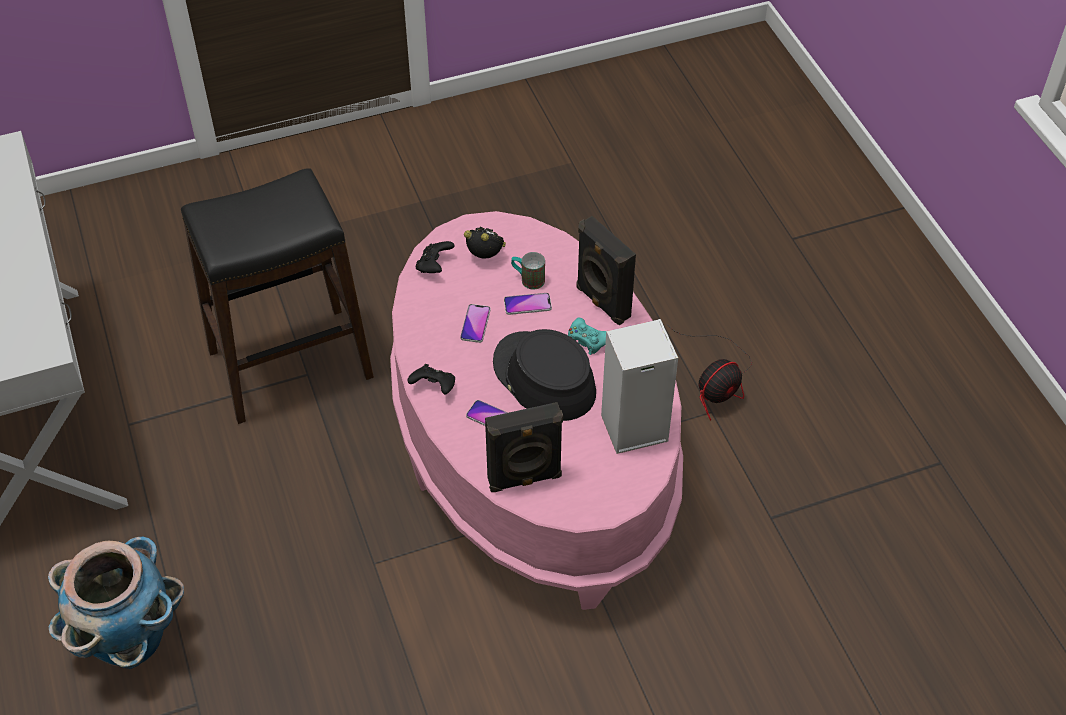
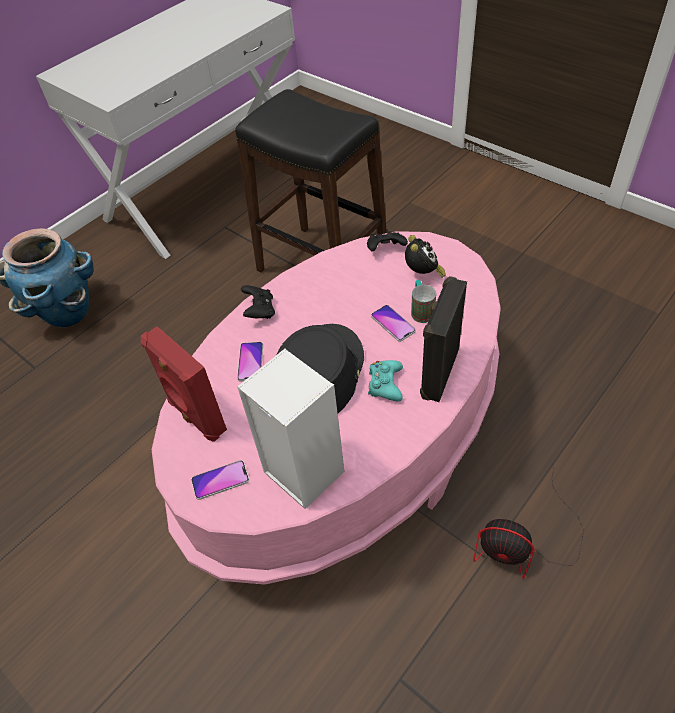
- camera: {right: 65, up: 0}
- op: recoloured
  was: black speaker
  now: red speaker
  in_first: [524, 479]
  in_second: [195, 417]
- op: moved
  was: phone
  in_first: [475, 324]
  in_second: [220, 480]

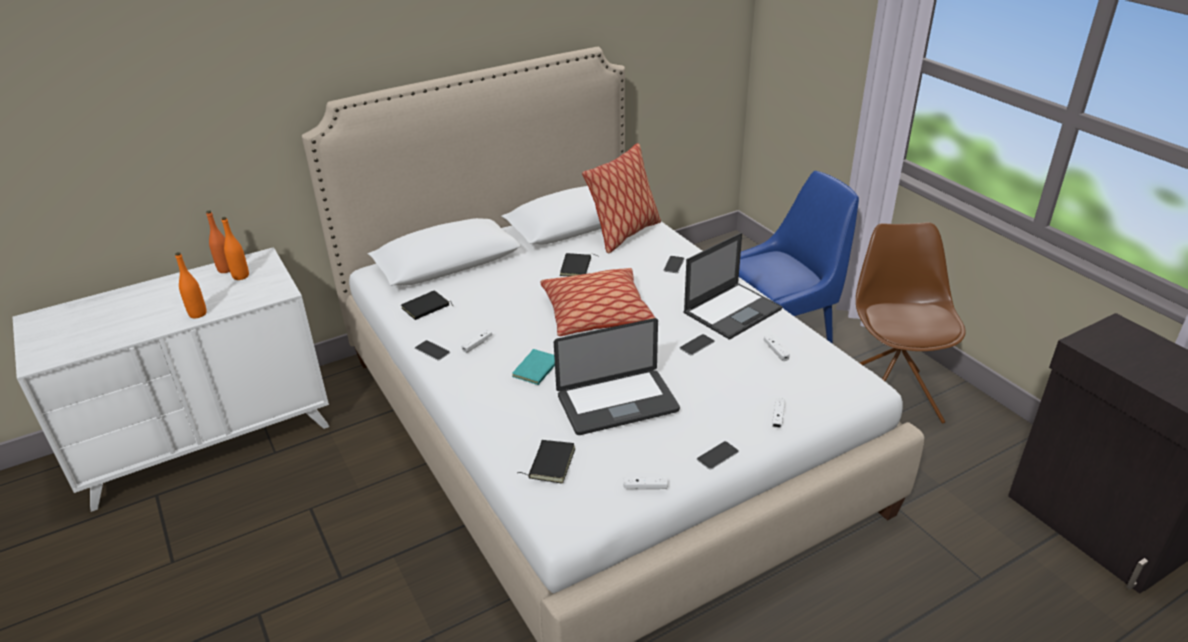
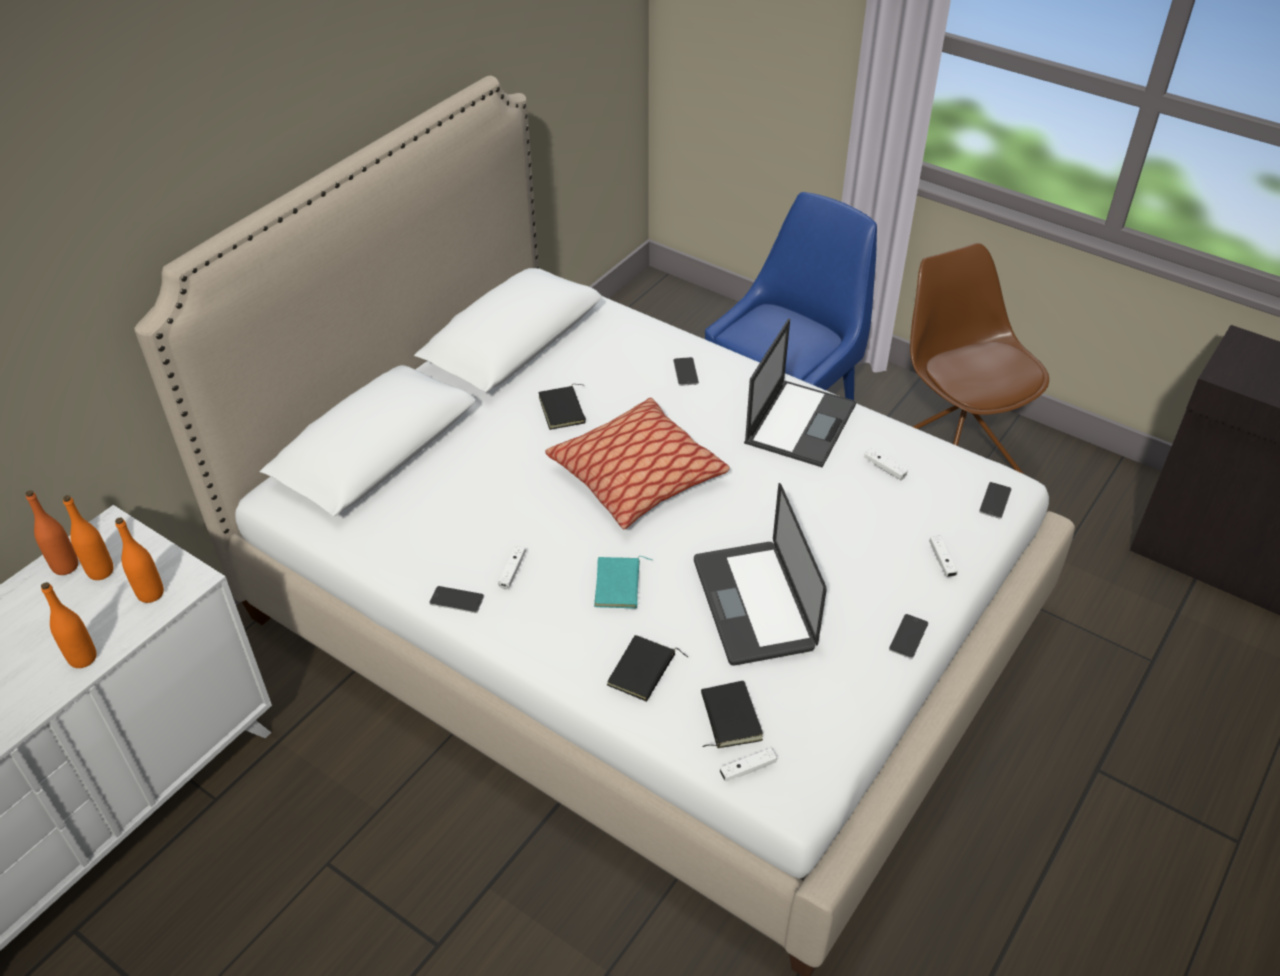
- camera: {right: -25, up: 10}
- op: added
  now: orange bottle
  in_second: [151, 593]
- op: moved
  was: black book
  in_first: [426, 308]
  in_second: [643, 672]
- op: turned
  was: laptop
  in_first: [617, 403]
  in_second: [753, 604]
  clockwise: 120
- op: moved
  was: white game controller
  in_first: [645, 487]
  in_second: [747, 769]
- op: moved
  was: phone
  in_first: [697, 345]
  in_second: [995, 500]
- op: removed
  was: pillow
  in_first: [624, 234]

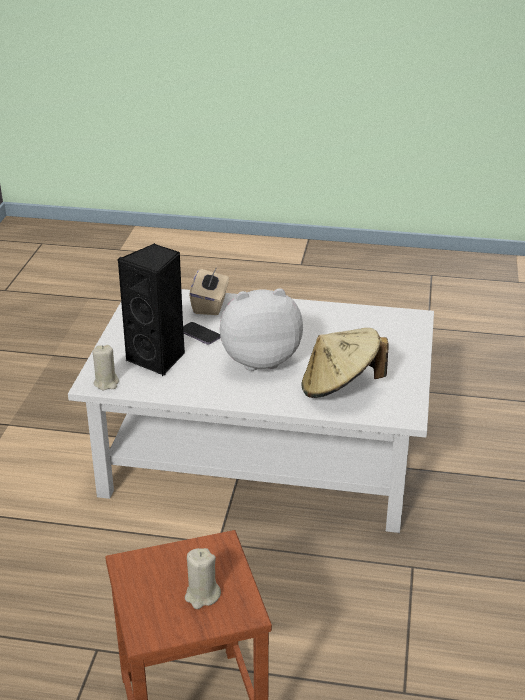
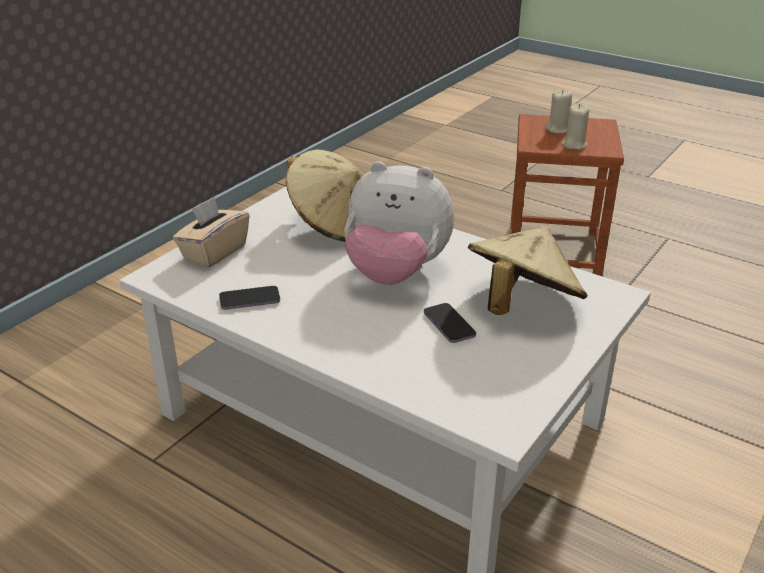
- camera: {right: -155, up: 0}
- op: moved
  was: beige tissue box
  in_first: [210, 305]
  in_second: [214, 252]
- op: added
  now: phone
  in_second: [249, 300]
- op: replaced
  was: black speaker
  now: beige hat
  in_first: [158, 359]
  in_second: [521, 305]
- op: moved
  was: beige candle
  in_first: [106, 383]
  in_second: [573, 145]

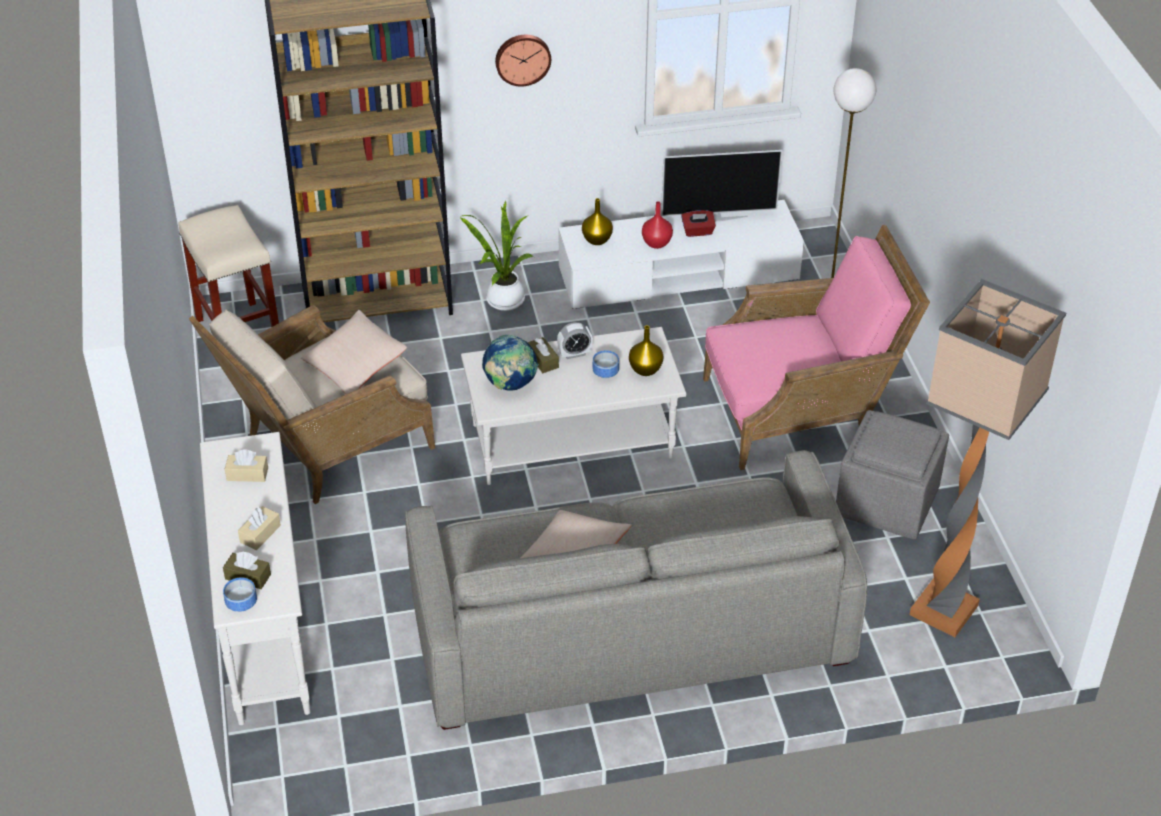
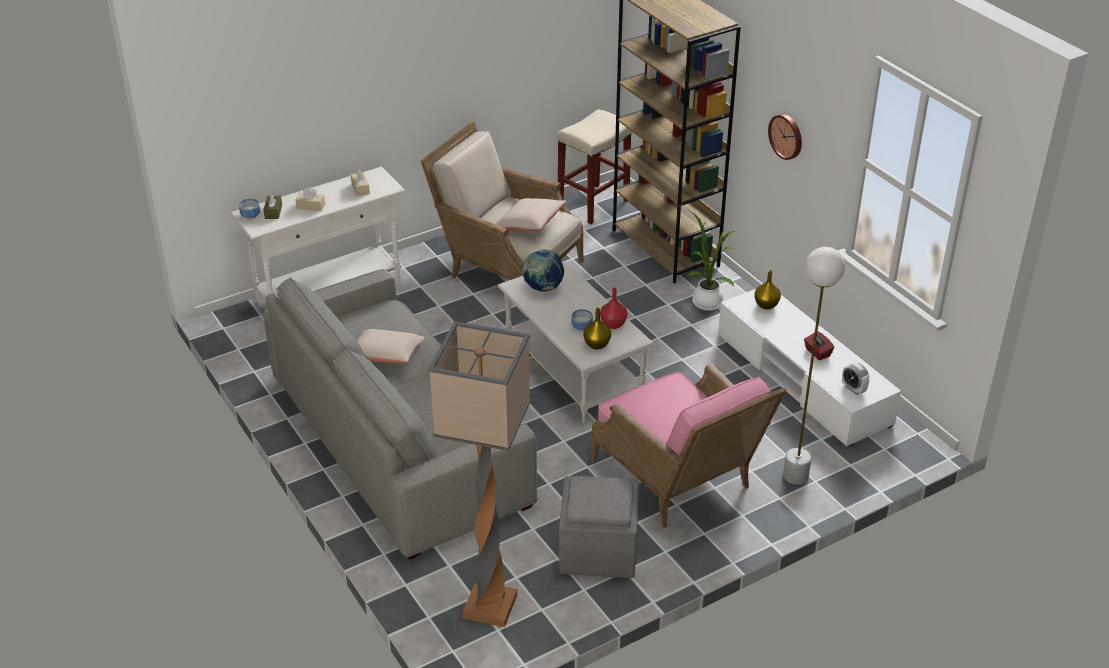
- camera: {right: 70, up: -5}
- op: moved
  was: red vase
  in_first: [656, 243]
  in_second: [613, 324]
- op: moved
  was: alarm clock
  in_first: [574, 354]
  in_second: [853, 389]
- op: removed
  was: brown tissue box
  in_first: [543, 360]
- op: removed
  was: television
  in_first: [717, 217]

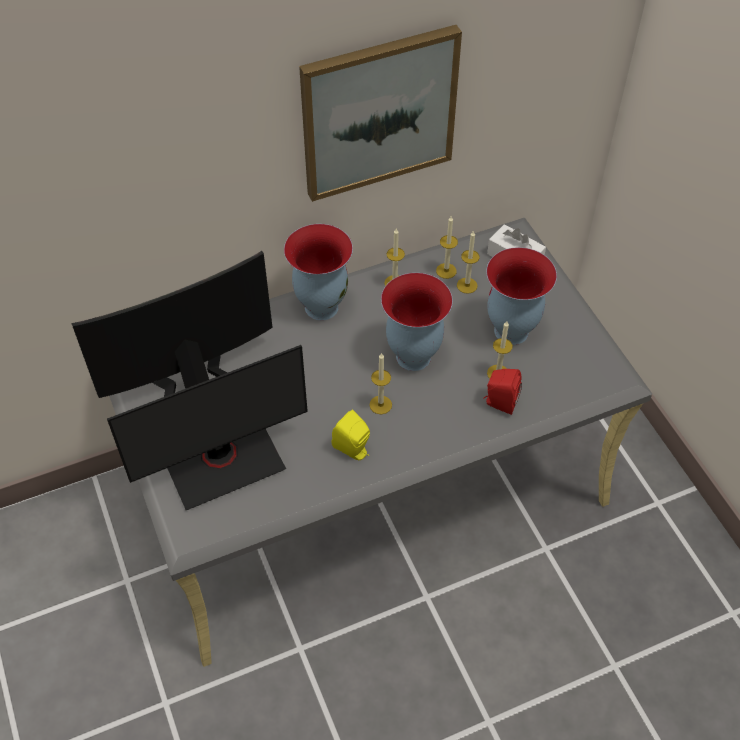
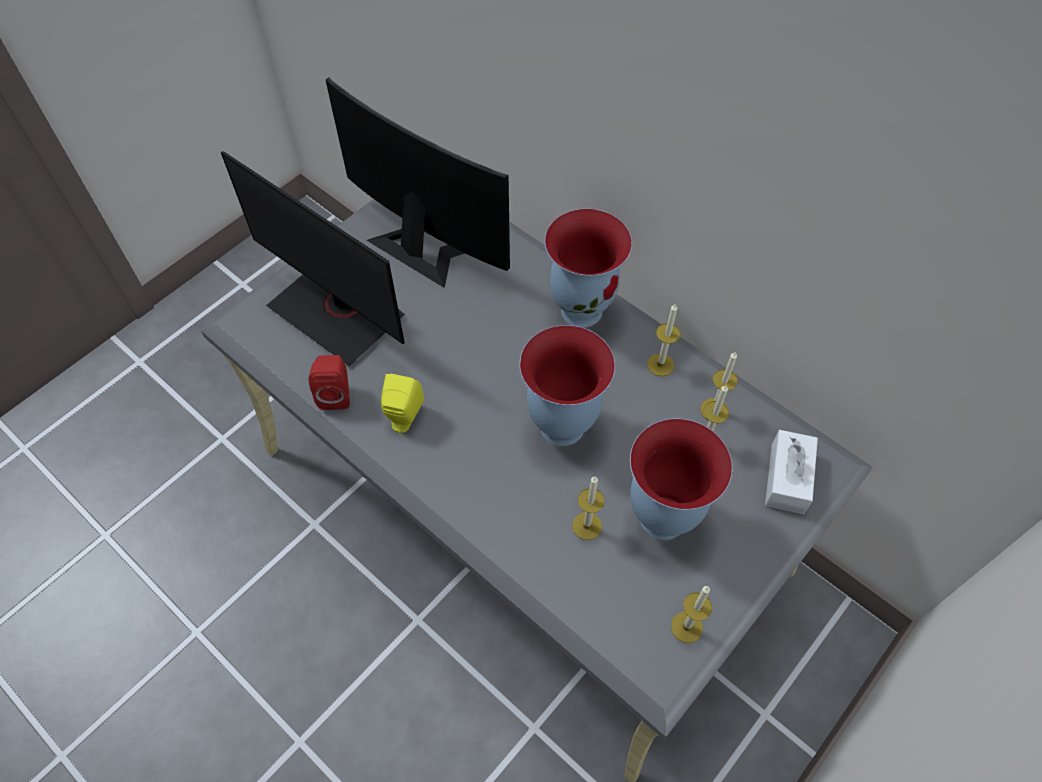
- camera: {right: 65, up: 5}
- op: moved
  was: red speaker
  in_first: [499, 403]
  in_second: [336, 394]
- op: moved
  was: candle
  in_first: [380, 405]
  in_second: [686, 627]
- op: removed
  was: picture
  in_first: [378, 112]

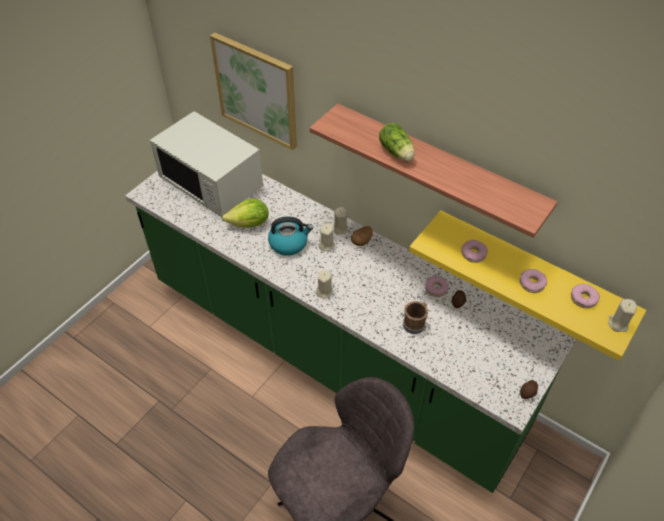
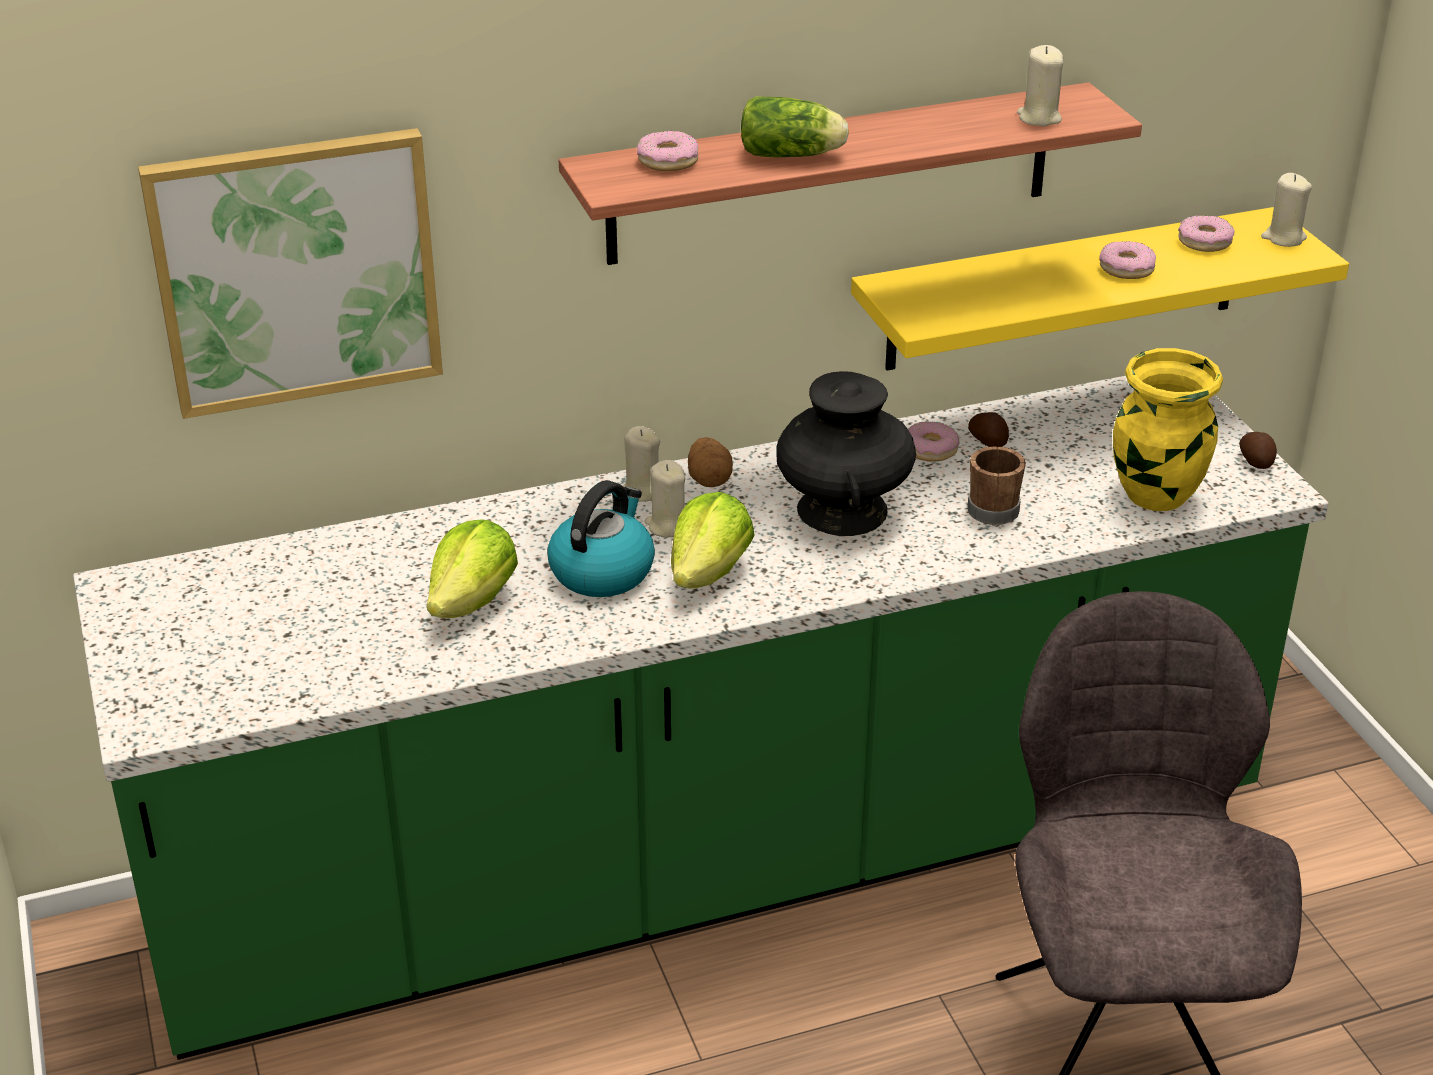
- camera: {right: -55, up: -15}
- op: moved
  was: donut
  in_first: [473, 254]
  in_second: [668, 161]
- op: added
  now: lettuce
  in_second: [709, 573]
- op: added
  now: black vase
  in_second: [842, 510]
- op: moved
  was: beige candle
  in_first: [324, 291]
  in_second: [1039, 118]
- op: added
  now: yellow vase
  in_second: [1155, 495]
- op: removed
  was: white microwave
  in_first: [212, 184]

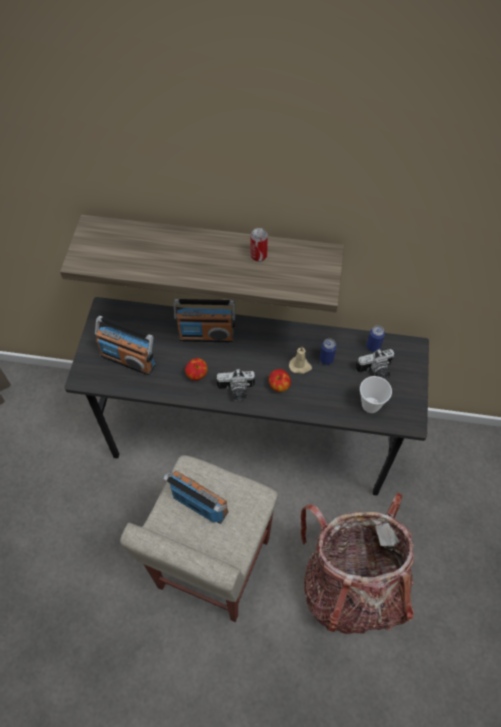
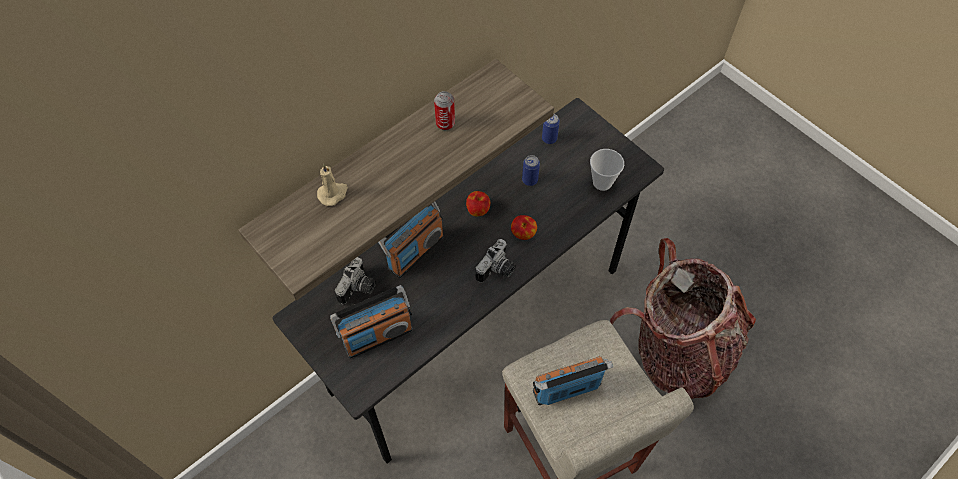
- camera: {right: -50, up: 0}
- op: moved
  was: beige candle
  in_first: [300, 366]
  in_second: [333, 193]
- op: moved
  was: photo camera
  in_first: [376, 372]
  in_second: [359, 289]
- op: moved
  was: apple
  in_first: [197, 375]
  in_second: [478, 210]

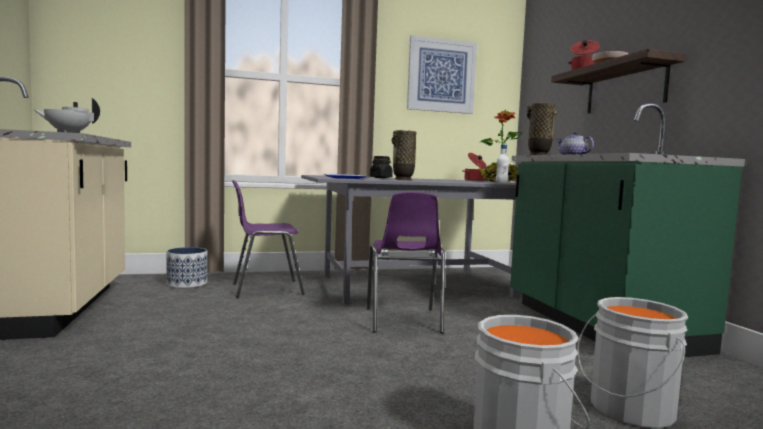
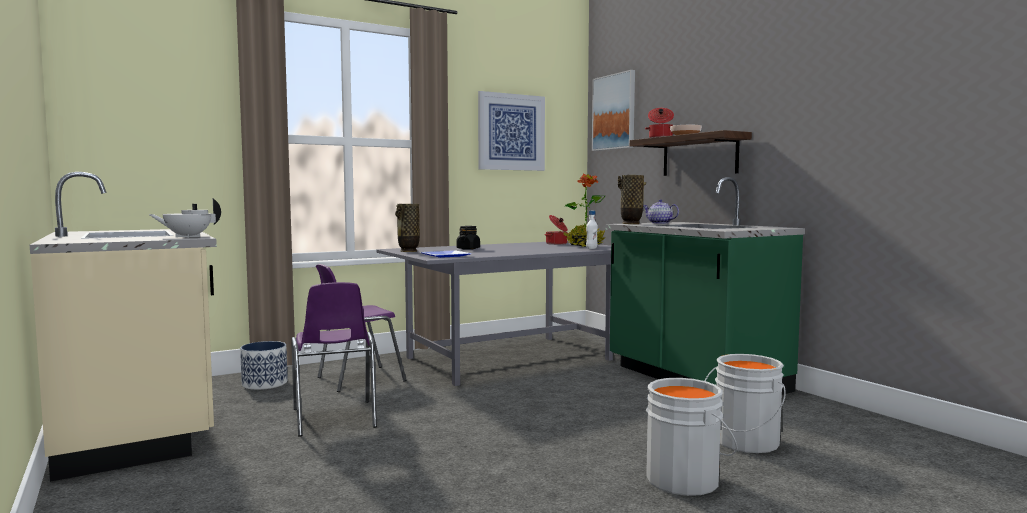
- camera: {right: -15, up: 0}
- op: moved
  was: purple chair
  in_first: [403, 321]
  in_second: [334, 419]
- op: moved
  was: vase
  in_first: [402, 180]
  in_second: [408, 251]
- op: added
  now: picture
  in_second: [614, 112]

